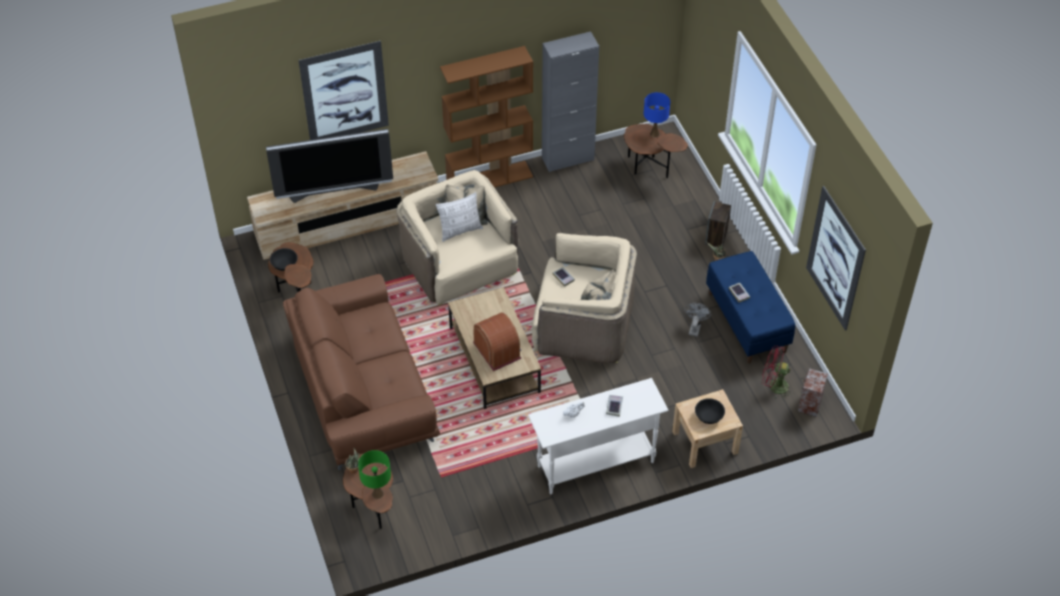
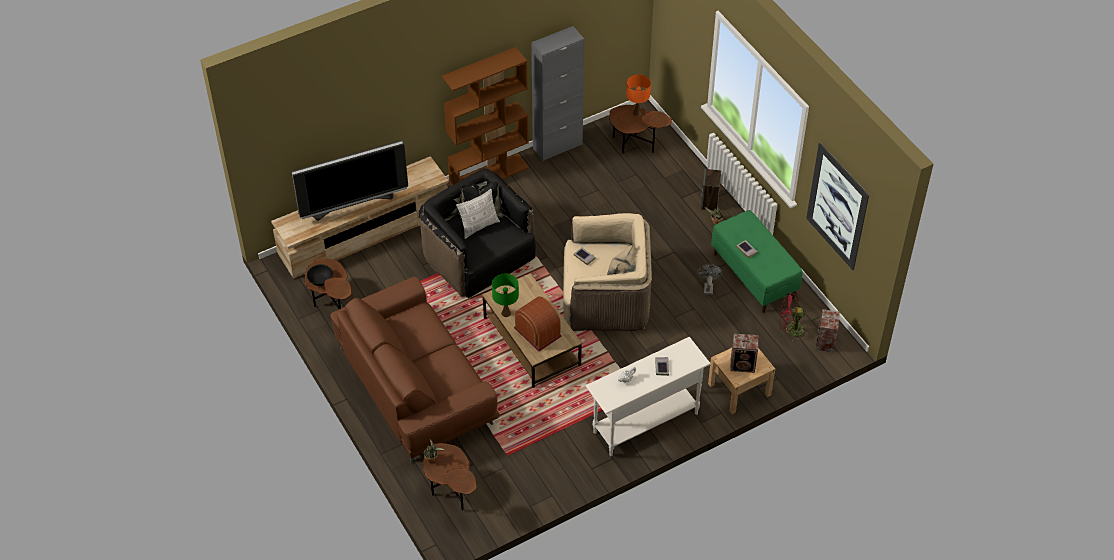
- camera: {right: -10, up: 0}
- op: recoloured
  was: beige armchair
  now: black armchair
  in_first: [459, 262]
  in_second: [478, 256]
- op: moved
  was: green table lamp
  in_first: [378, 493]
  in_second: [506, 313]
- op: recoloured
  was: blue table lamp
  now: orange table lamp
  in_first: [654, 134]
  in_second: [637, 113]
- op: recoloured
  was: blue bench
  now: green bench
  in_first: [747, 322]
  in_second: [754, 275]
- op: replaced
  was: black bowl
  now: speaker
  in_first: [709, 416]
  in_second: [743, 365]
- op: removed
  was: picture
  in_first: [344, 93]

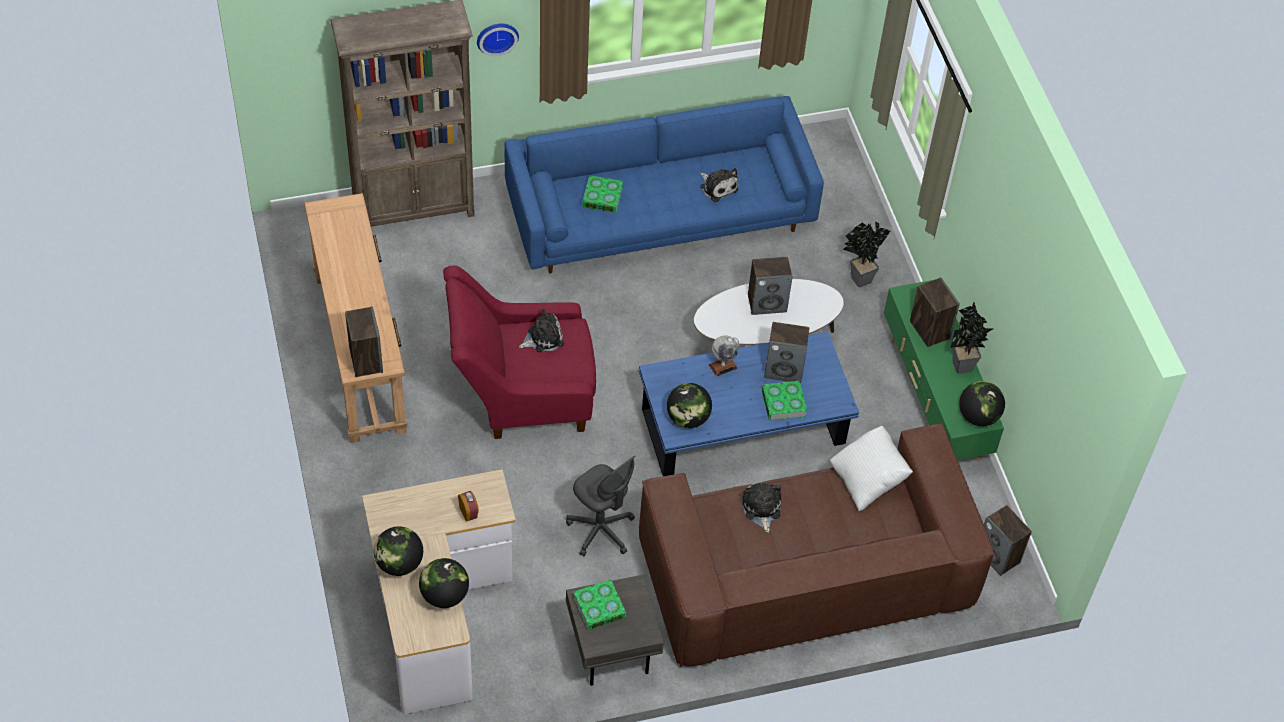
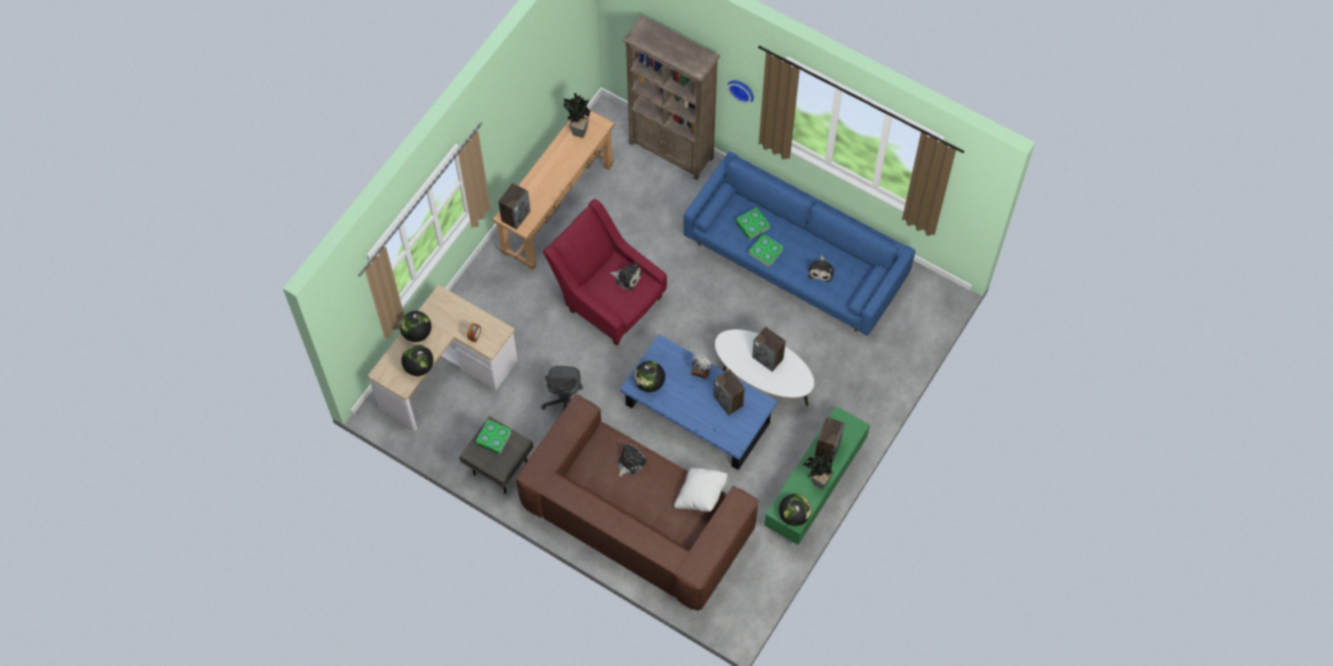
- camera: {right: 50, up: 10}
- op: moved
  was: potted plant
  in_first: [857, 279]
  in_second: [578, 130]
- op: moved
  was: book
  in_first: [783, 403]
  in_second: [765, 252]
- op: removed
  was: speaker
  in_first: [998, 556]

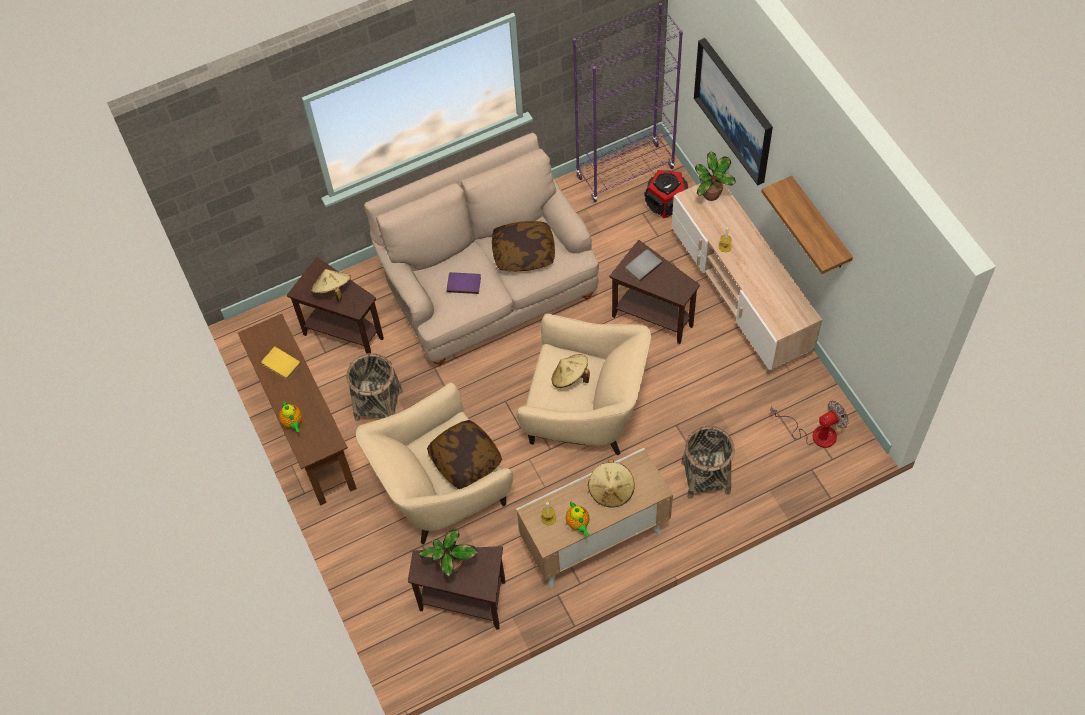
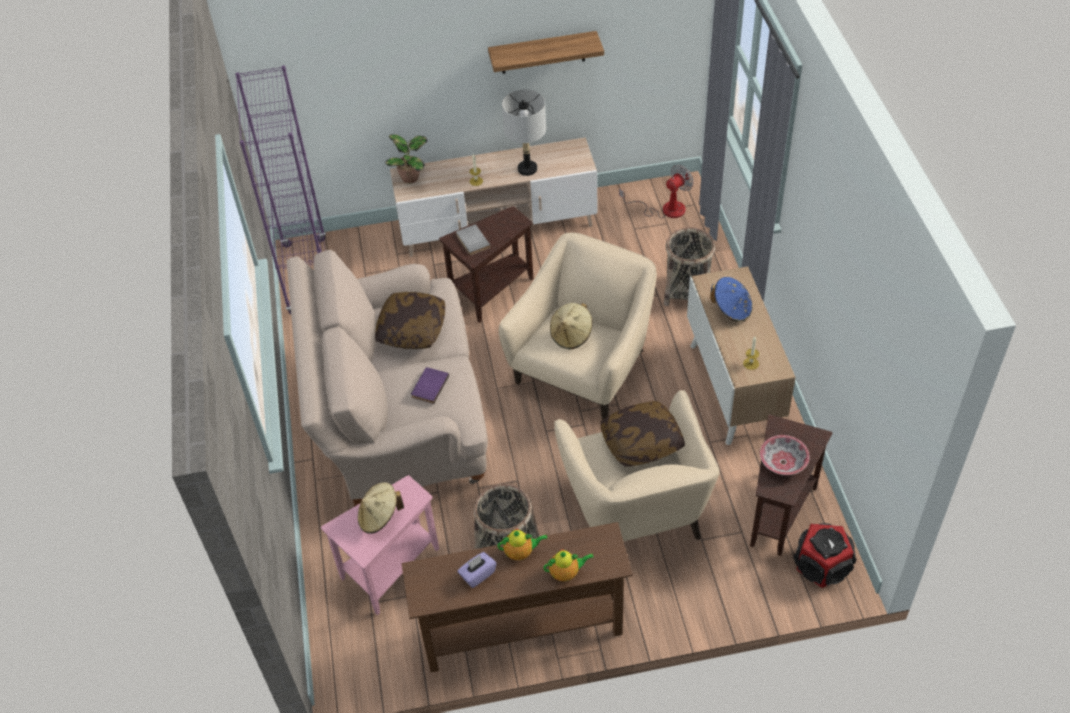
- camera: {right: -75, up: -10}
- op: recoloured
  was: brown side table
  now: pink side table
  in_first: [343, 331]
  in_second: [390, 571]
- op: replaced
  was: yellow book
  now: purple tissue box
  in_first: [280, 364]
  in_second: [477, 575]
- op: moved
  was: teapot
  in_first: [578, 524]
  in_second: [521, 552]
- op: added
  now: grey table lamp
  in_second: [527, 169]
- op: turned
  was: fan
  in_first: [815, 433]
  in_second: [664, 209]
  clockwise: 60
- op: recoloured
  was: beige hat
  now: blue hat
  in_first: [611, 490]
  in_second: [732, 309]
- op: replaced
  was: potted plant
  now: bowl
  in_first: [451, 566]
  in_second: [783, 462]
- op: moved
  was: speaker
  in_first: [667, 203]
  in_second: [821, 565]
- op: removed
  was: picture
  in_first: [734, 110]

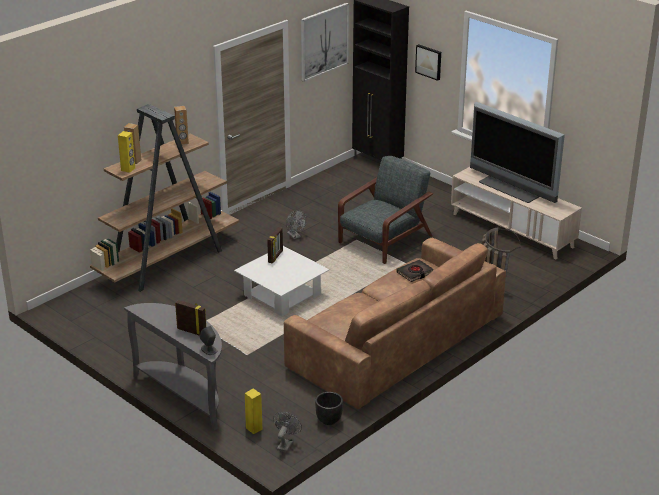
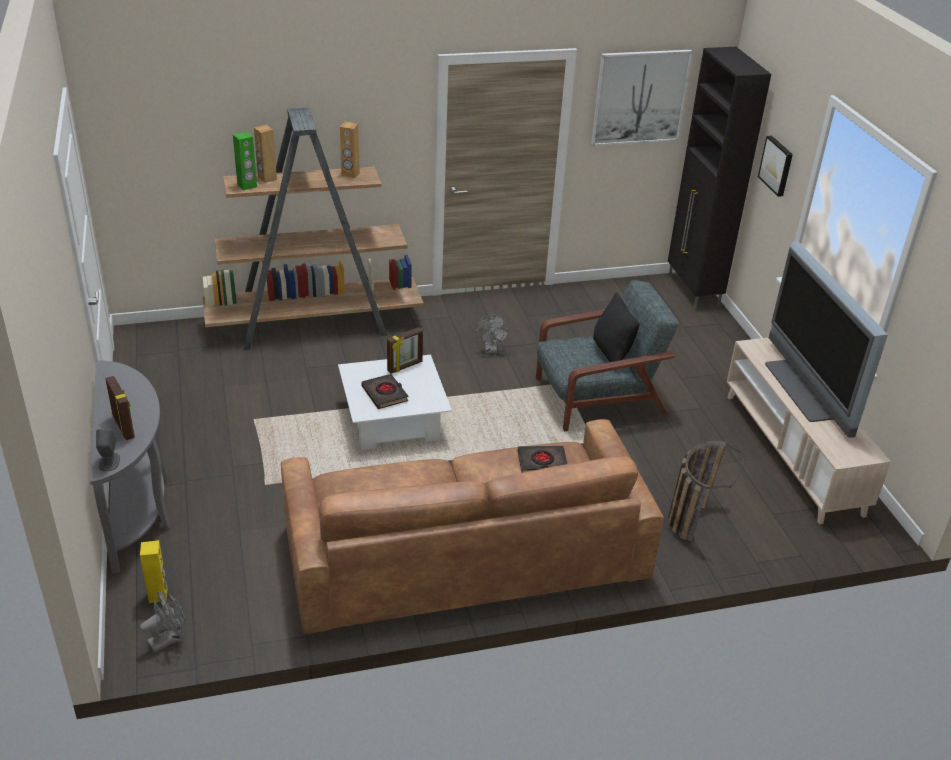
- camera: {right: 30, up: 5}
- op: recoloured
  was: yellow speaker
  now: green speaker
  in_first: [128, 169]
  in_second: [247, 186]
- op: added
  now: black book
  in_second: [385, 394]
- op: added
  now: black pillow
  in_second: [611, 353]
- op: removed
  was: black planter
  in_first: [329, 420]

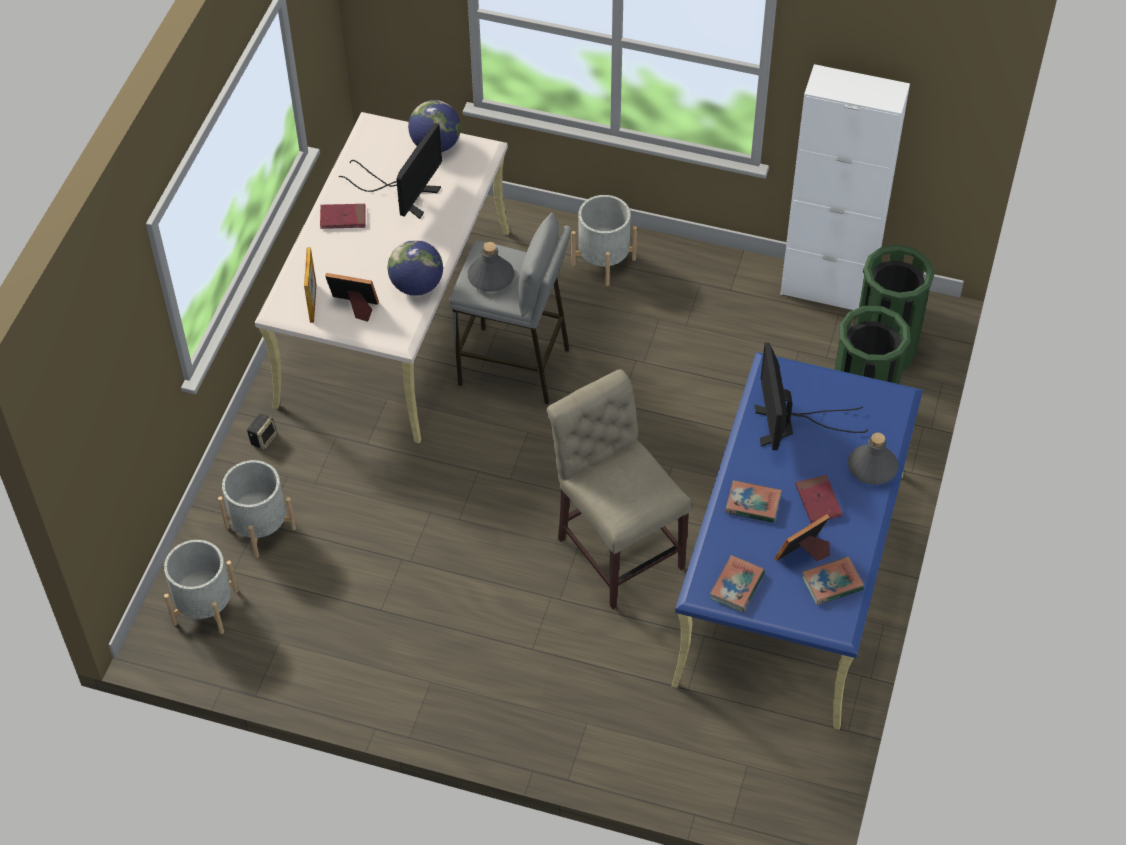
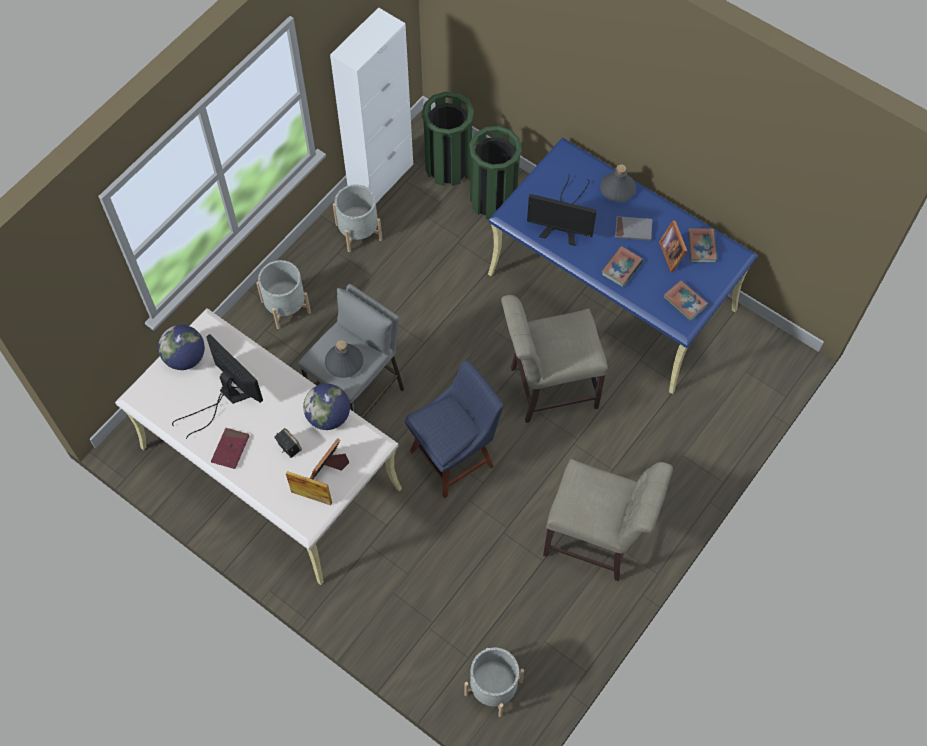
- camera: {right: -70, up: 10}
- op: moved
  was: speaker
  in_first: [263, 438]
  in_second: [288, 447]
- op: moved
  was: grey planter
  in_first: [260, 528]
  in_second: [358, 232]
- op: added
  now: blue chair
  in_second: [455, 456]
- op: added
  now: beige chair
  in_second: [596, 541]
- op: recoloured
  was: red book
  now: grey book
  in_first: [818, 501]
  in_second: [633, 230]

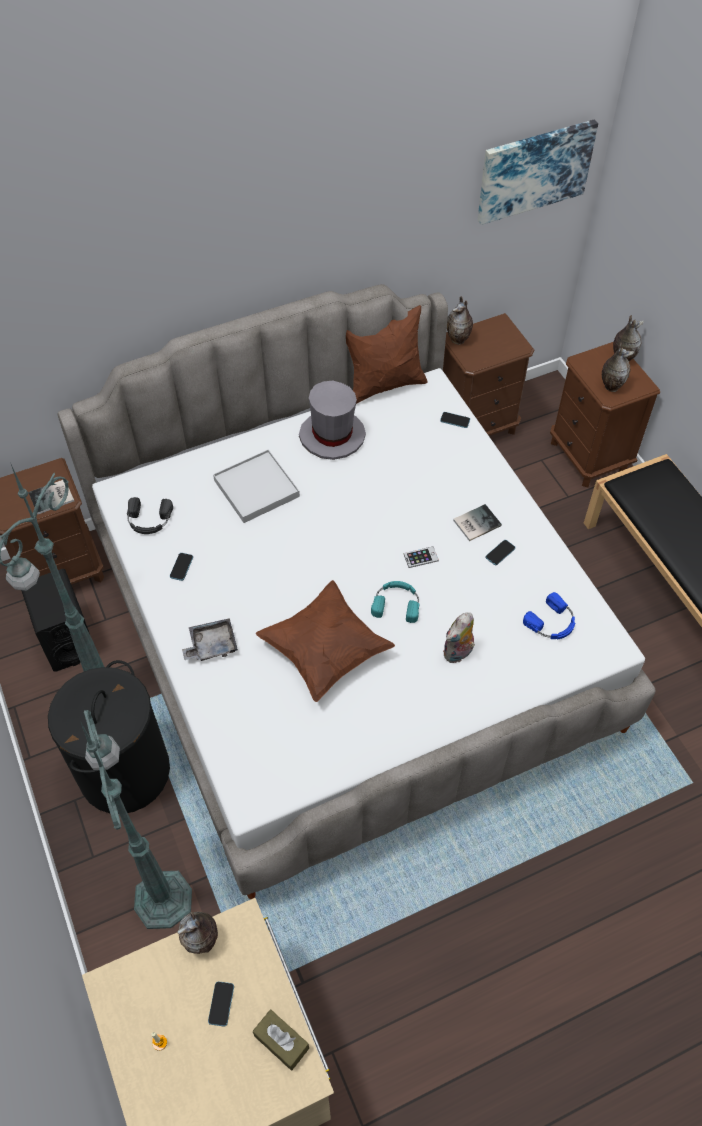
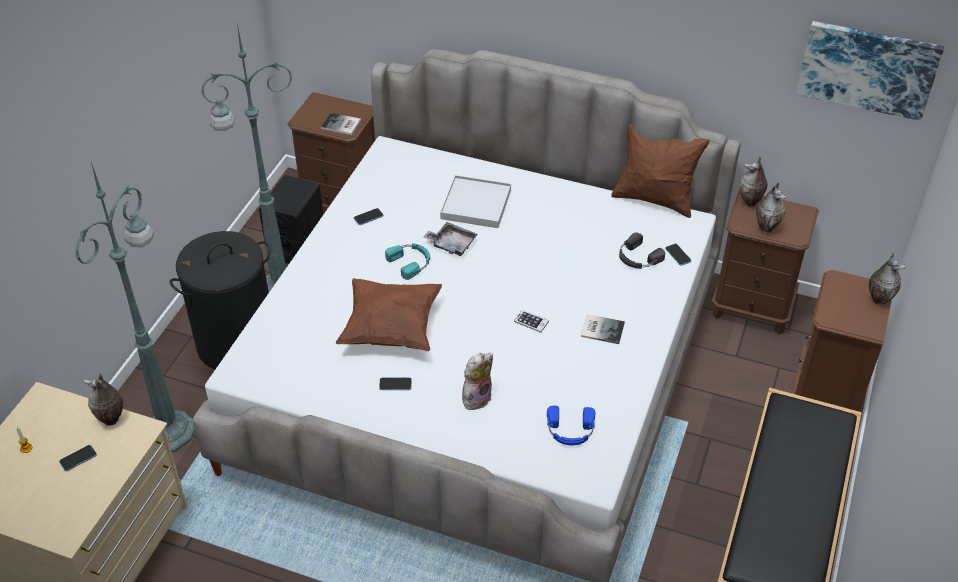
- camera: {right: 45, up: -10}
- op: moved
  was: phone
  in_first: [500, 553]
  in_second: [395, 384]
- op: moved
  was: turquoise headphones
  in_first: [396, 603]
  in_second: [411, 262]
- op: moved
  was: grey tray
  in_first: [211, 645]
  in_second: [451, 244]
- op: turned
  was: plush toy
  in_first: [458, 653]
  in_second: [476, 397]
  clockwise: 135
- op: moved
  was: black headphones
  in_first: [149, 520]
  in_second: [637, 258]
- op: moved
  was: vase
  in_first: [611, 386]
  in_second: [766, 227]
- op: removed
  was: brown tissue box
  in_first: [281, 1042]
- op: removed
  was: grey hat
  in_first: [332, 436]

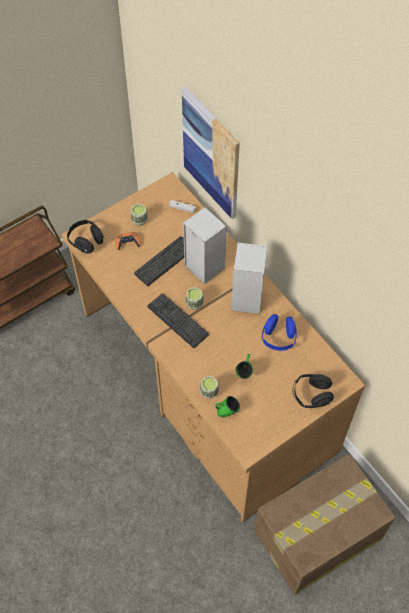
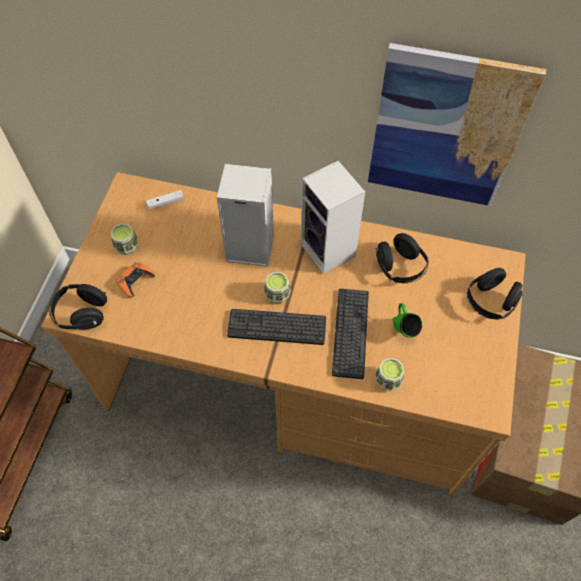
- camera: {right: -40, up: 0}
- op: moved
  was: keyboard
  in_first: [164, 261]
  in_second: [350, 333]
- op: moved
  was: picture
  in_first: [211, 154]
  in_second: [445, 130]
- op: recoloured
  was: blue headphones
  now: black headphones
  in_first: [278, 338]
  in_second: [400, 268]
- op: removed
  was: green mug
  in_first: [227, 412]

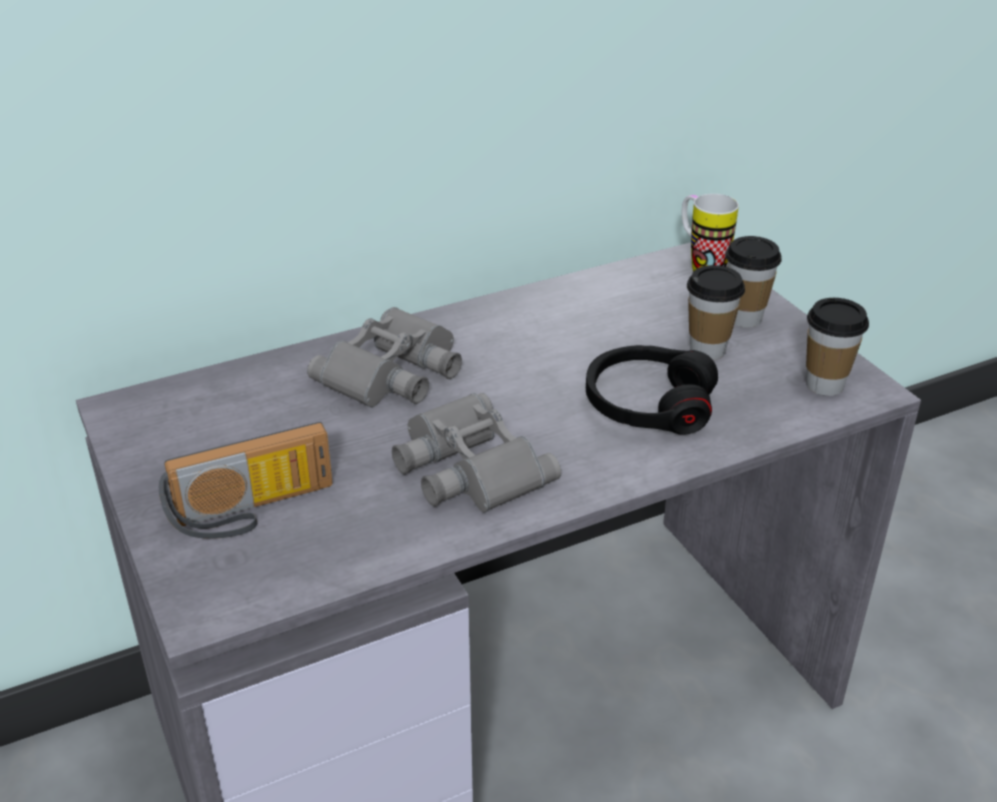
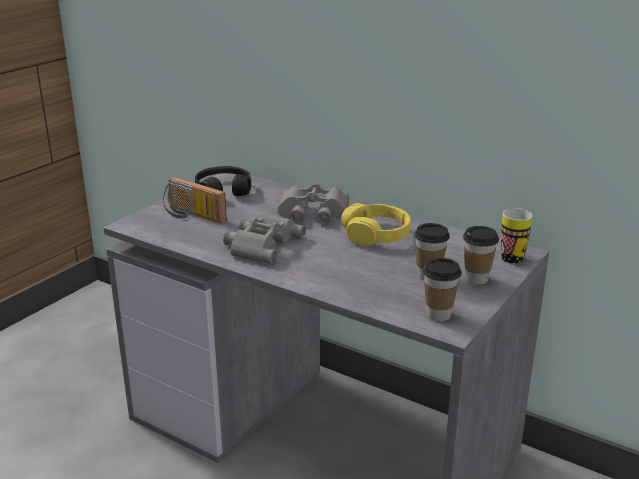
- camera: {right: 60, up: -10}
- op: moved
  was: black headphones
  in_first: [648, 404]
  in_second: [223, 190]
- op: added
  now: yellow headphones
  in_second: [376, 235]

